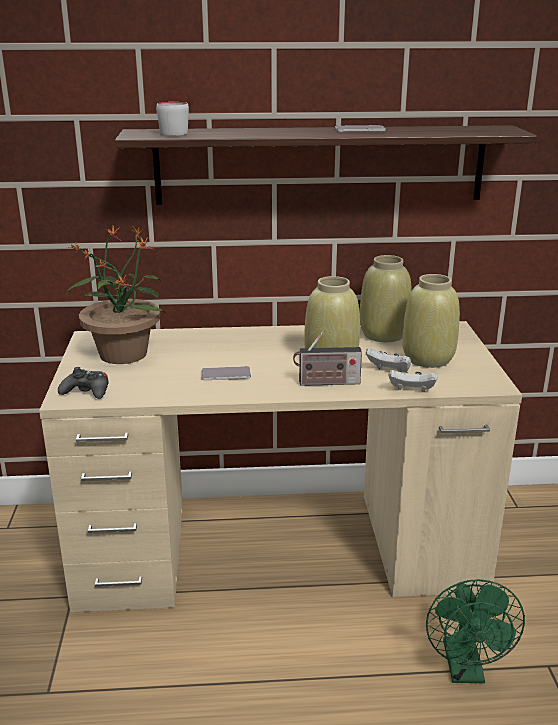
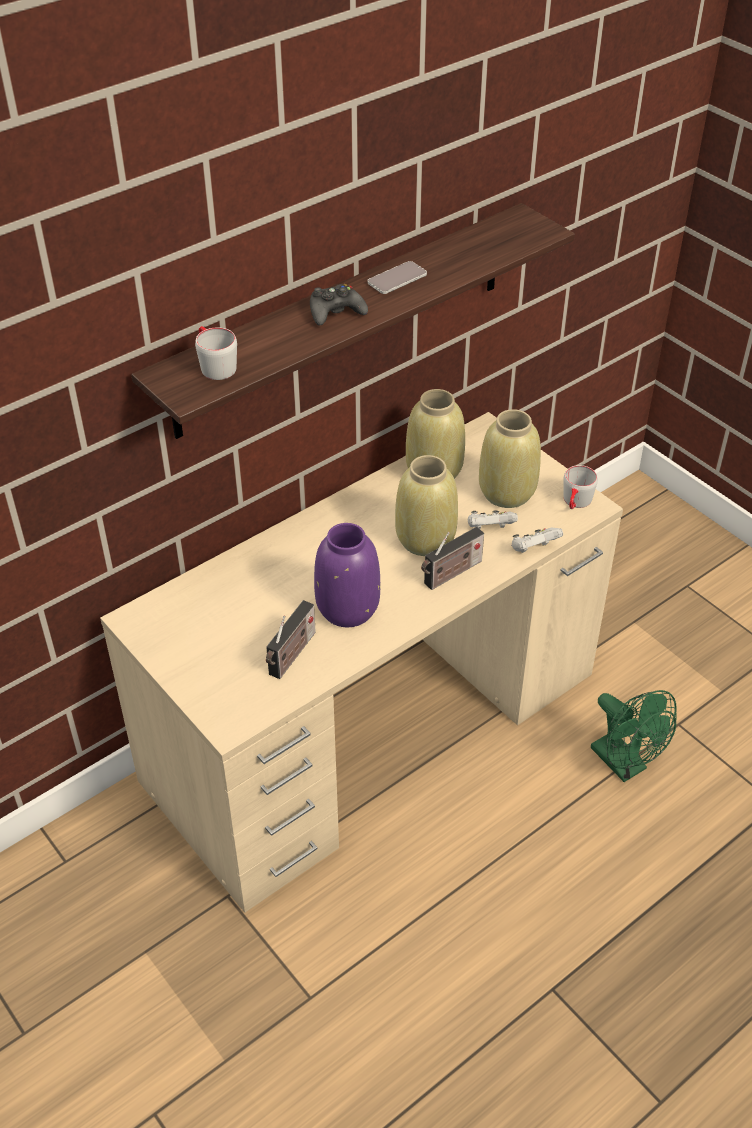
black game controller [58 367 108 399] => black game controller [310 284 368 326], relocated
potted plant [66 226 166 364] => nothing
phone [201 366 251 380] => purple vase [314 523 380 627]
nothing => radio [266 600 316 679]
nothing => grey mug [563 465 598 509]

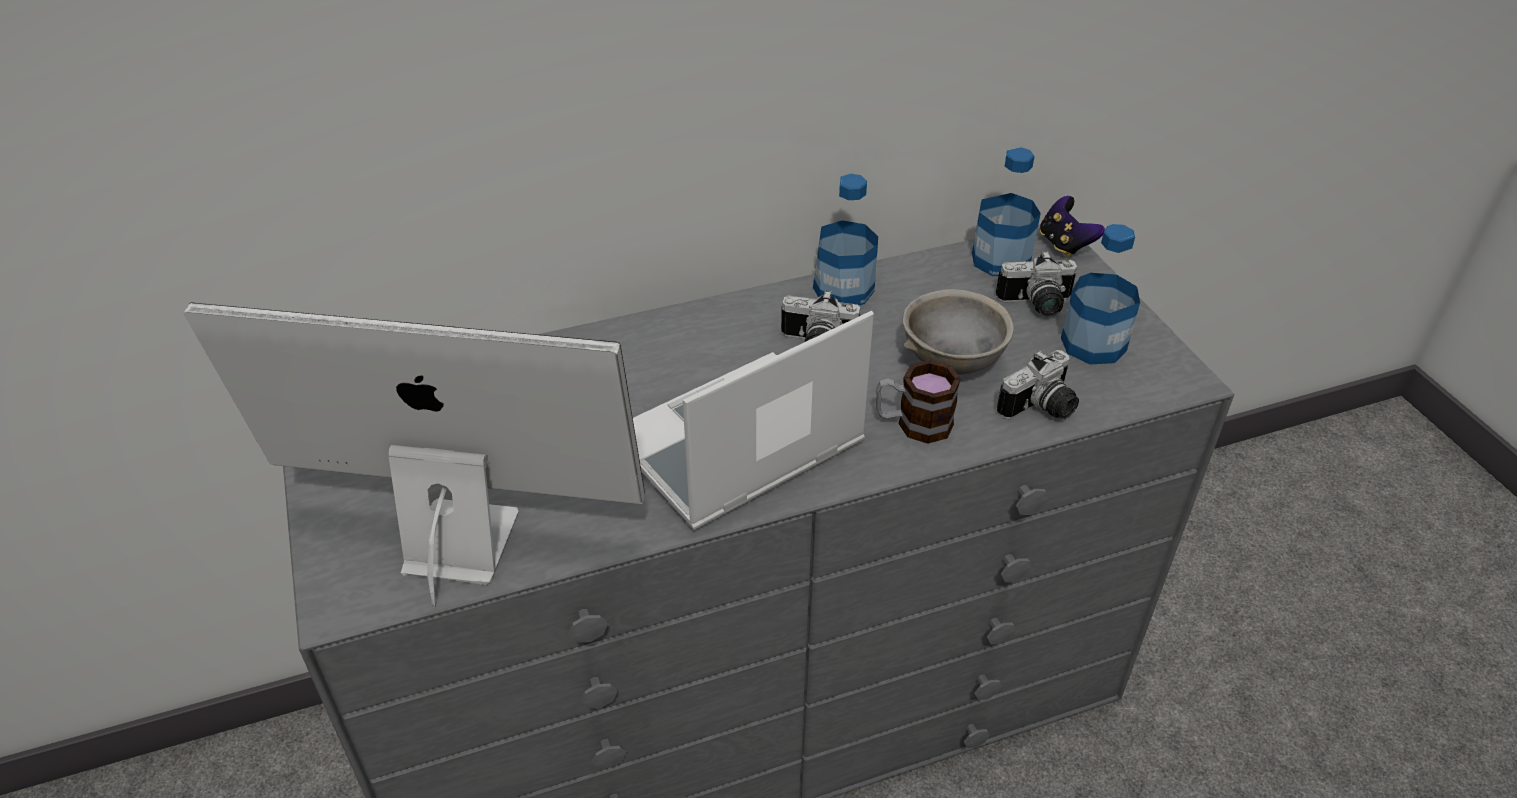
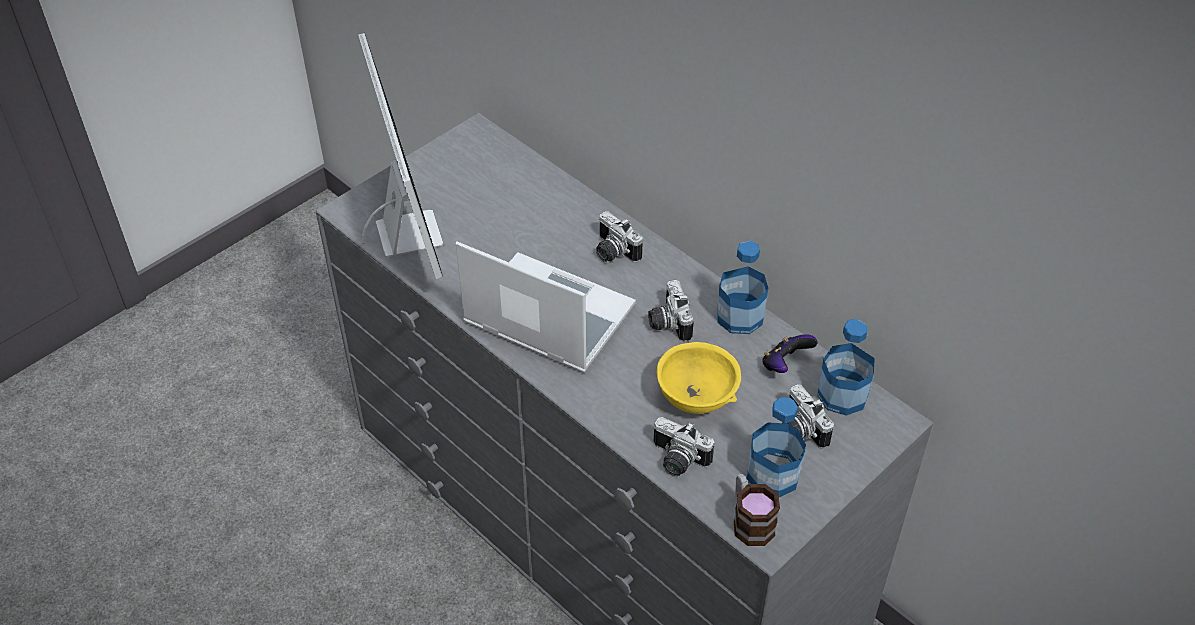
mug [876 360 961 444] => mug [734 474 780 546], relocated
grey bowl [903 289 1014 375] => yellow bowl [657 342 741 414]
game controller [1040 196 1105 257] => game controller [762 334 817 373], relocated
nothing => photo camera [596 211 643 262]

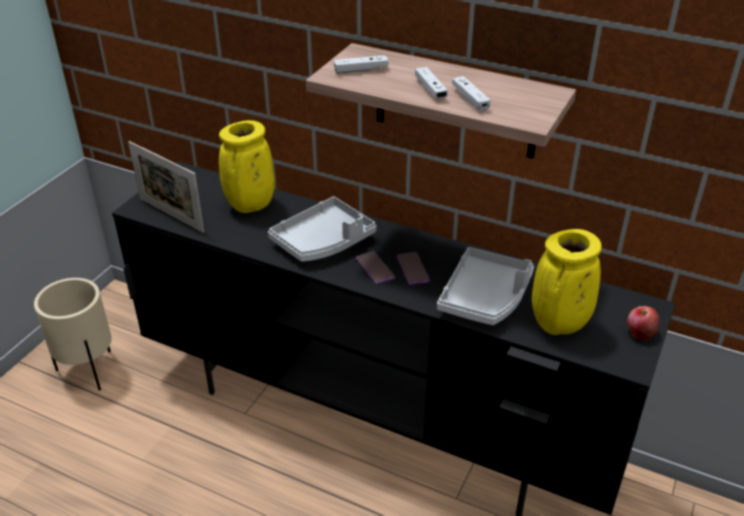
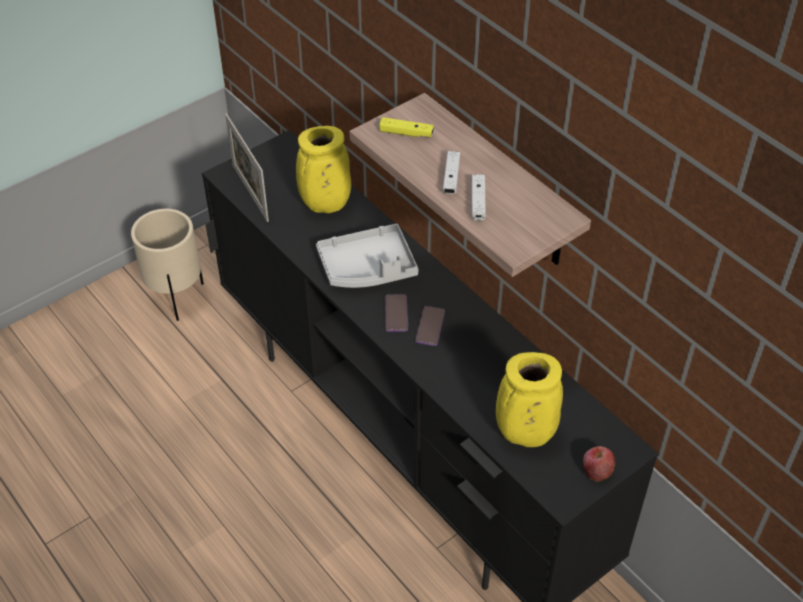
white game controller [334 55 388 74] => yellow game controller [379 117 434 137]
grey tray [437 247 534 325] => nothing

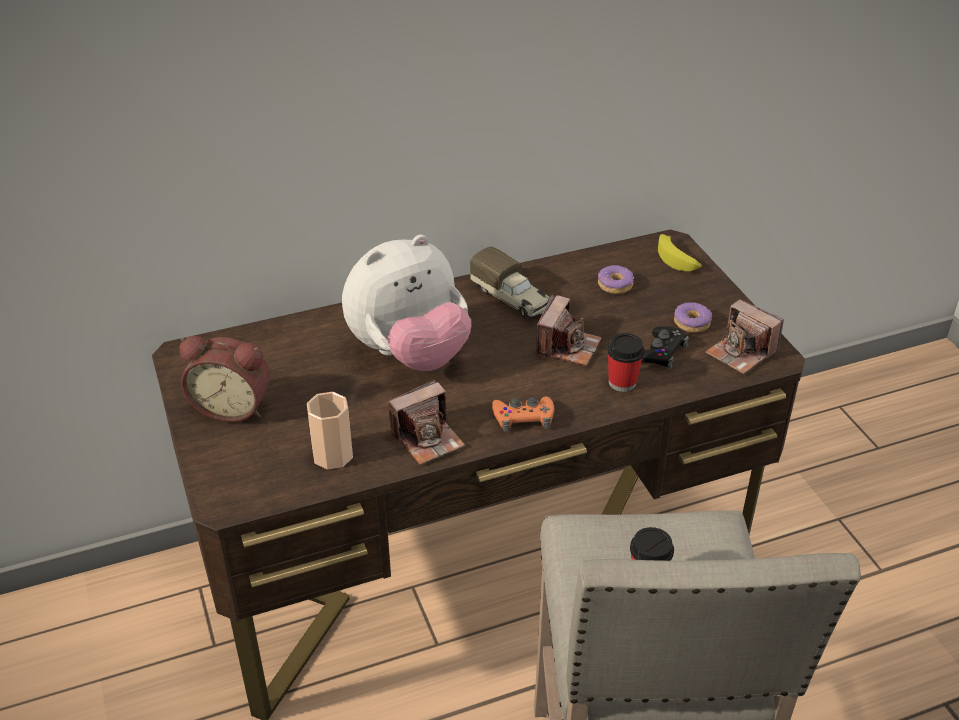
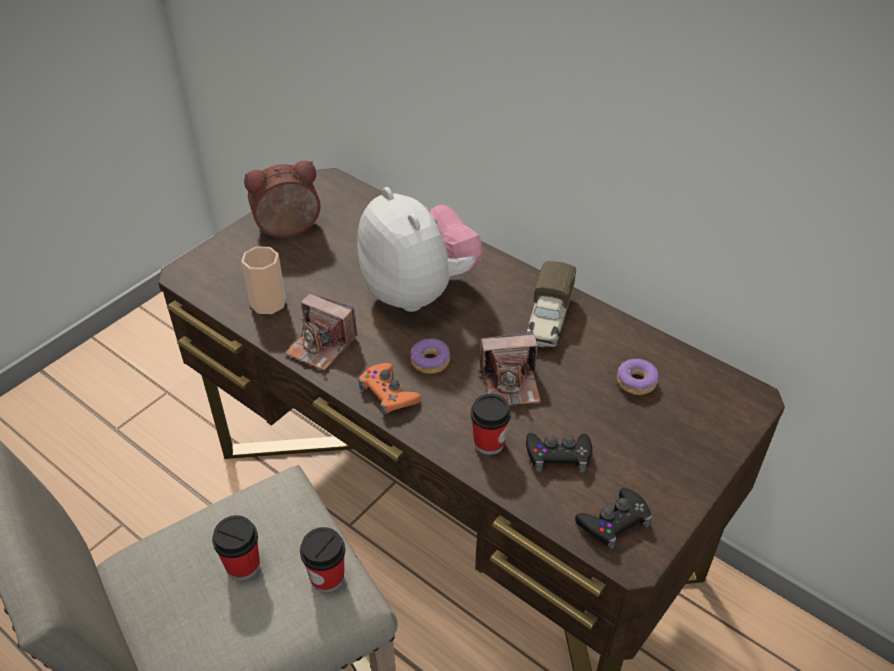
alarm clock [179 336 271 422] => alarm clock [244 161 321 238], 90 degrees clockwise
plush toy [342 235 471 371] => plush toy [357 187 483 312], 150 degrees counterclockwise
banana [658 234 702 271] => nothing
donut [674 302 712 333] => donut [411 339 450 374], relocated
photo camera [705 299 784 374] => black game controller [575 488 652 549]
nothing => cup [300 527 345 593]

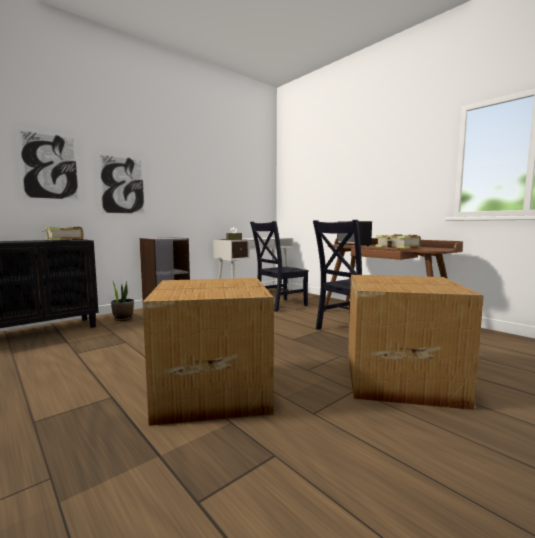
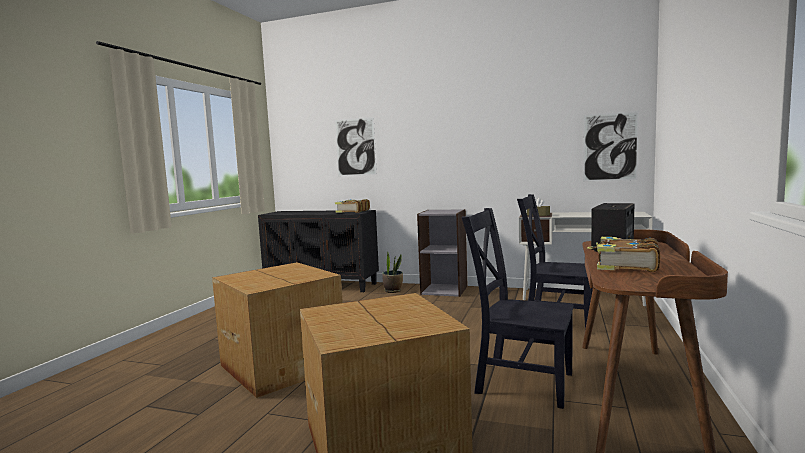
picture [98 153 146 215] => picture [583 111 639 181], relocated

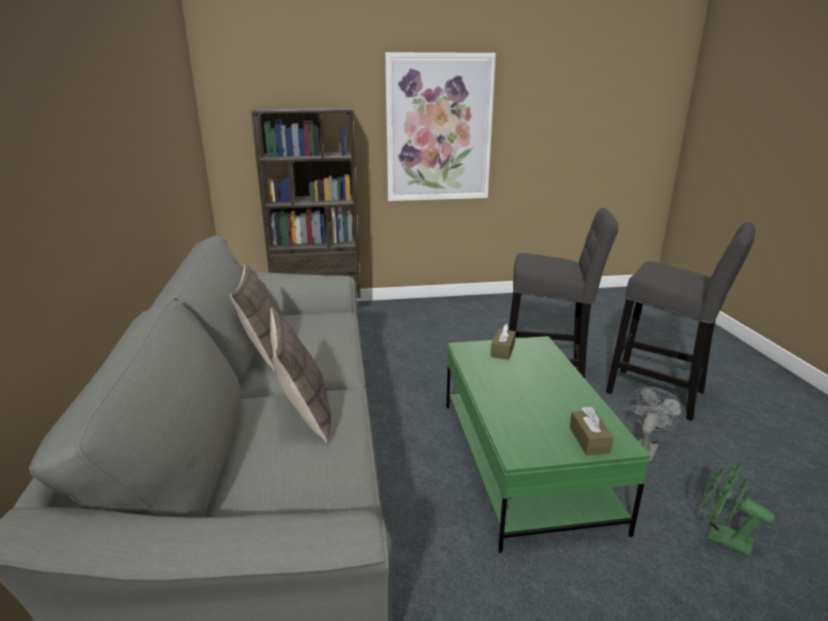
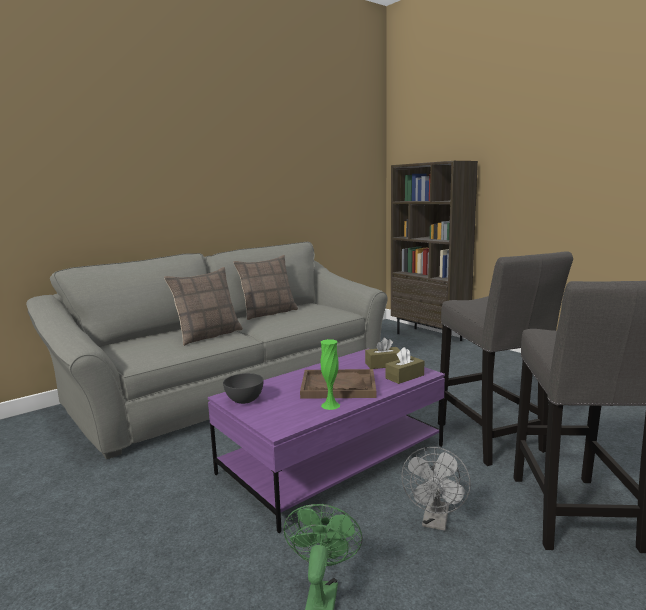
picture [385 52 496 201] => nothing
green coffee table [446 336 650 553] => purple coffee table [208 349 445 533]
brown tissue box [570 406 613 455] => brown tissue box [385 347 424 384], relocated
grey fan [628 387 686 462] => grey fan [401 447 471 531], 105 degrees clockwise
nothing => grey bowl [223 373 264 404]
nothing => brown tray [300 369 376 399]
nothing => green vase [321 339 340 410]

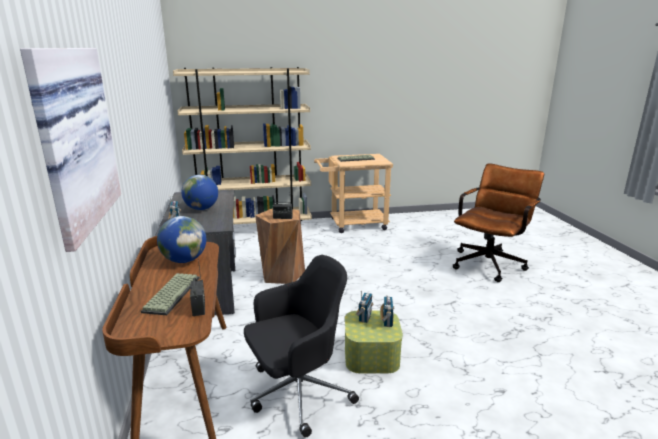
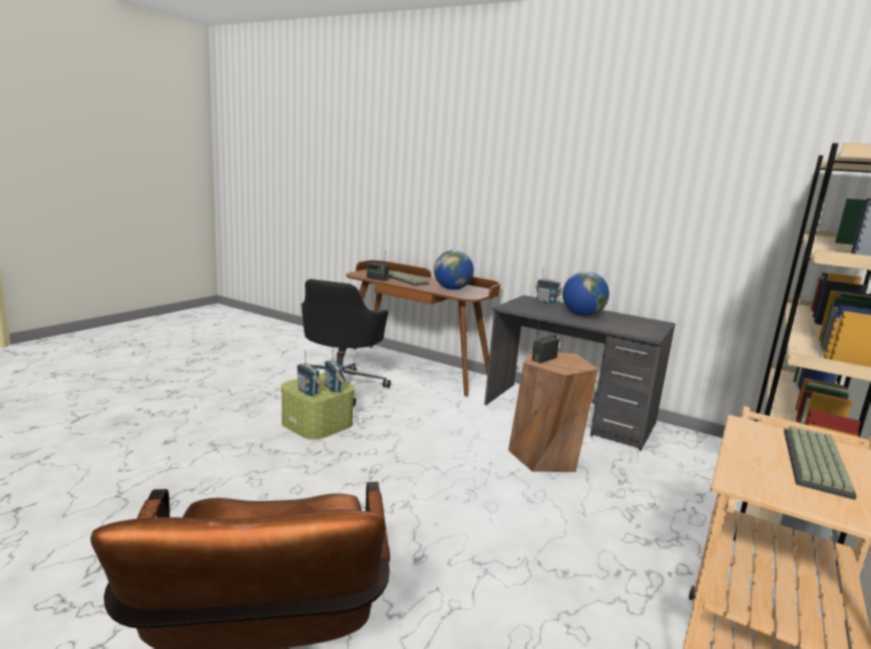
picture [20 48 121 252] => nothing

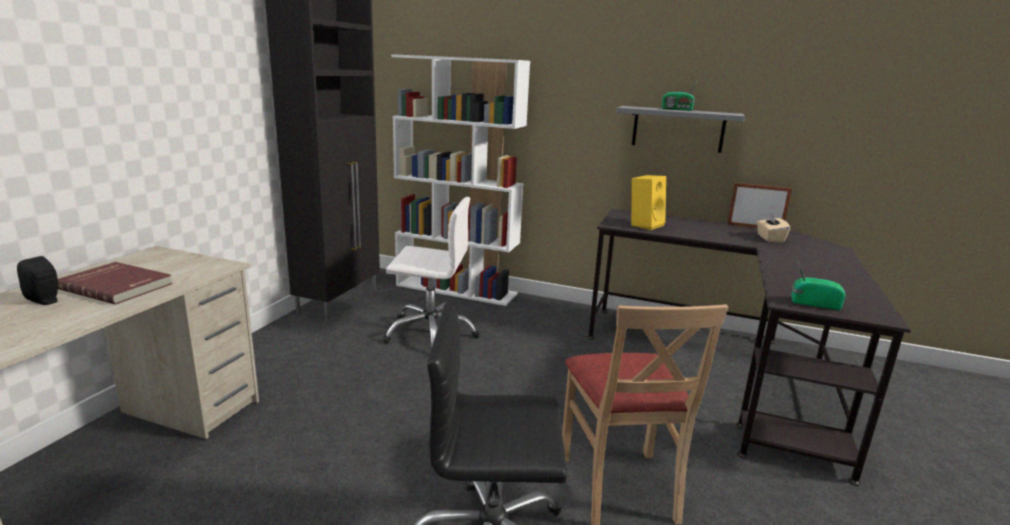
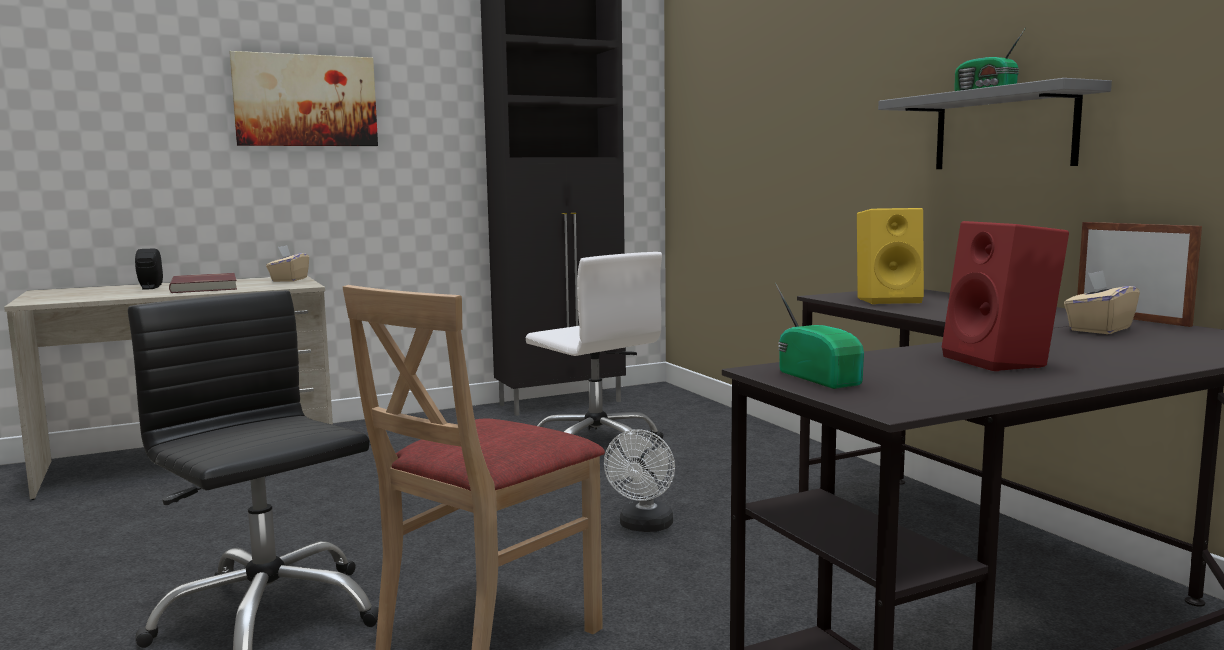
white bookcase [391 54 530 306] => nothing
nothing => picture [229 51 378 146]
nothing => beige tissue box [266 245 309 282]
nothing => white fan [604 429 675 532]
nothing => red speaker [941 221 1069 371]

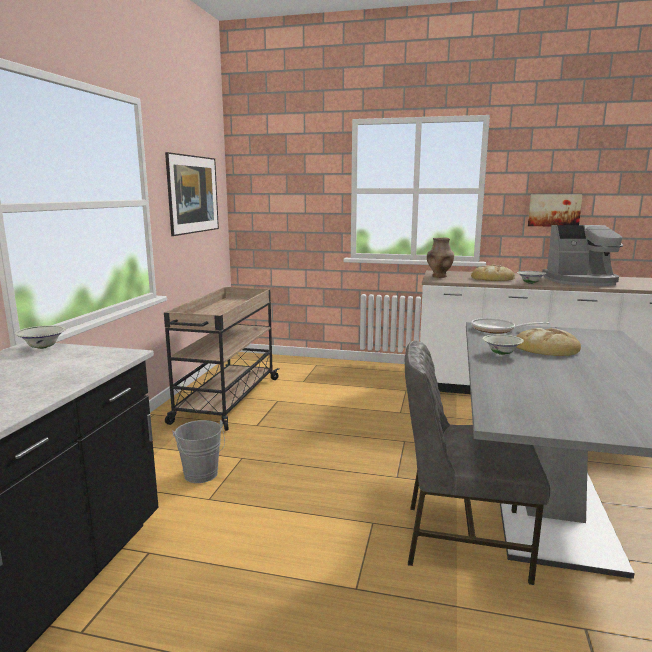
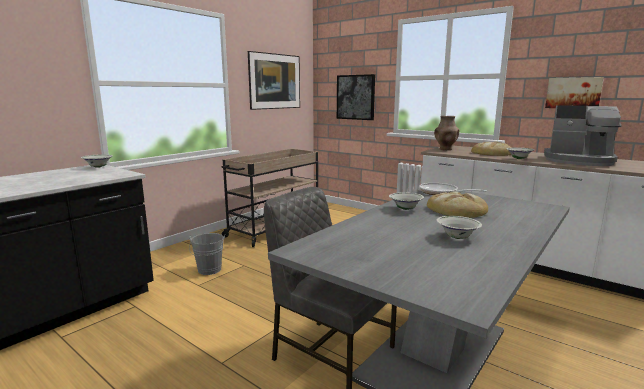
nothing => picture [337 74 375 120]
nothing => white bowl [437 216 482 239]

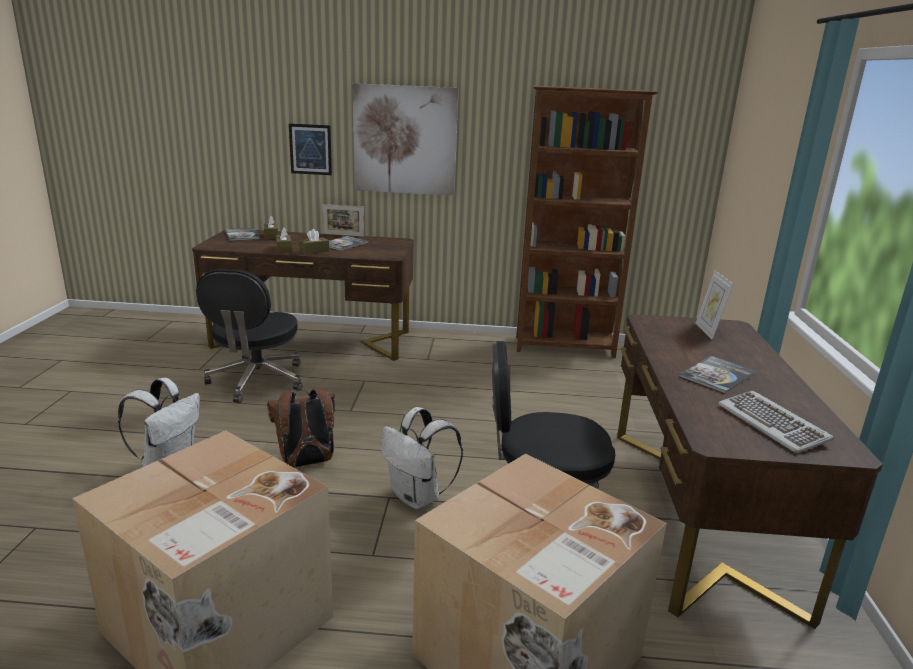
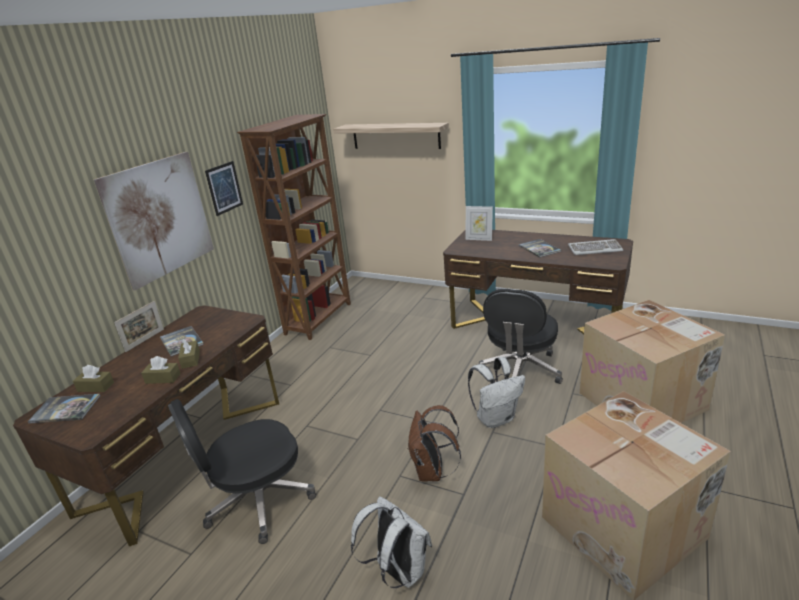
black office chair [196 269 302 403] => black office chair [168 399 316 544], 120 degrees clockwise
picture [289 124 332 175] => picture [205 161 243 216], relocated
nothing => shelf [333 123 449 149]

